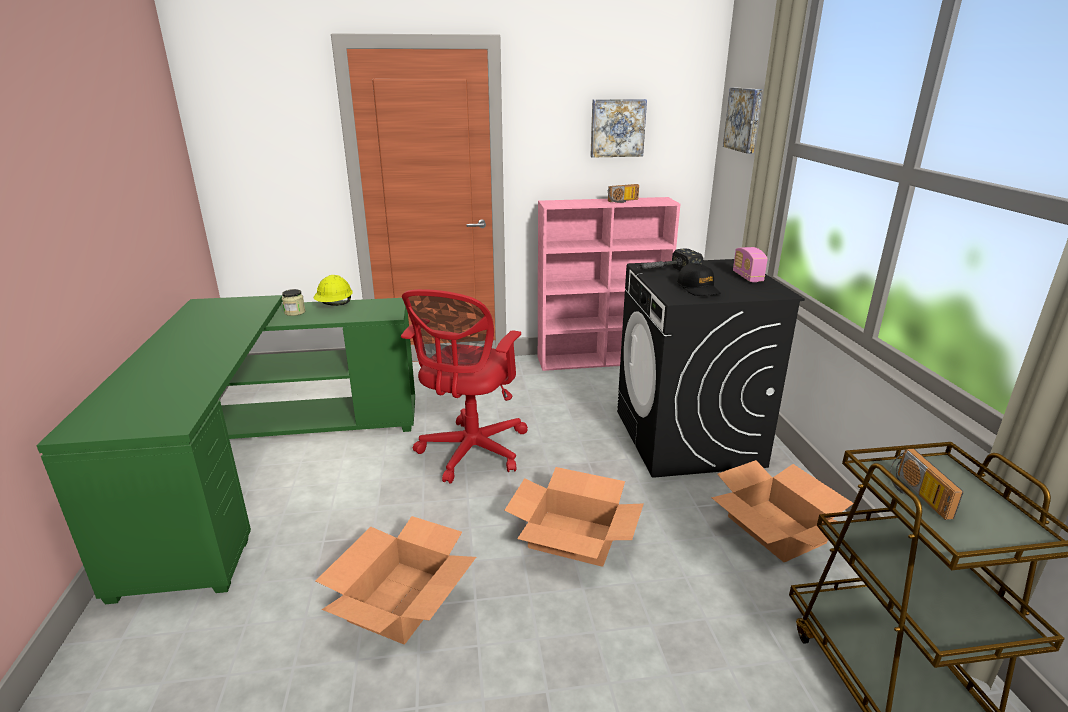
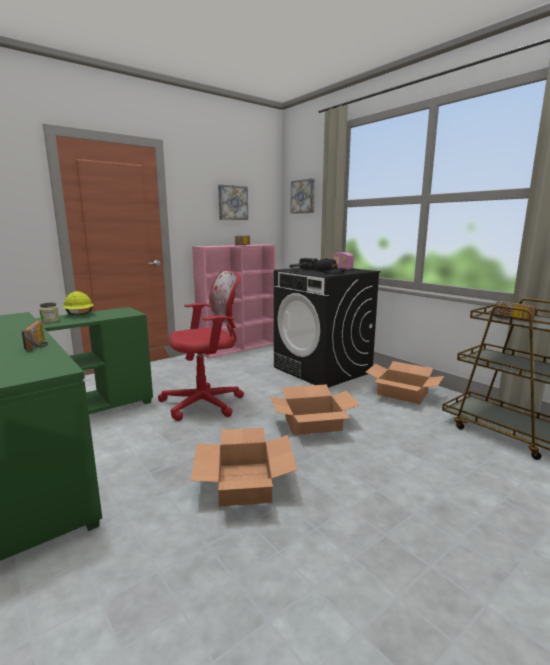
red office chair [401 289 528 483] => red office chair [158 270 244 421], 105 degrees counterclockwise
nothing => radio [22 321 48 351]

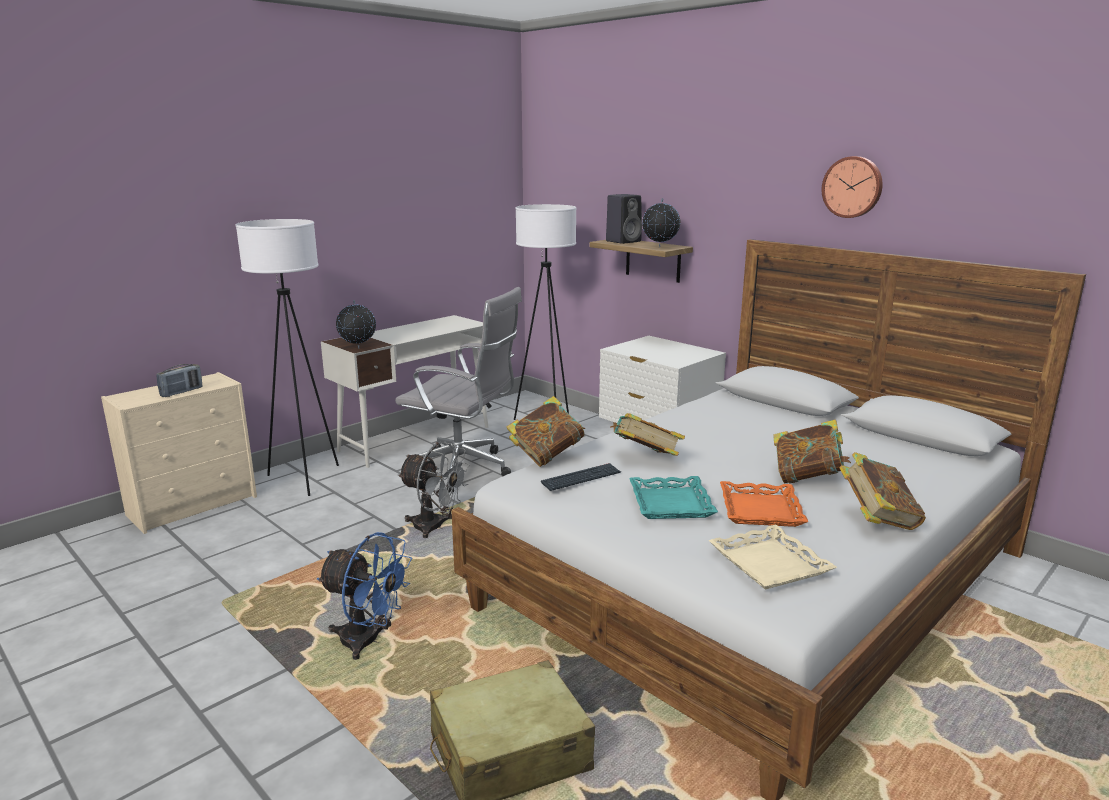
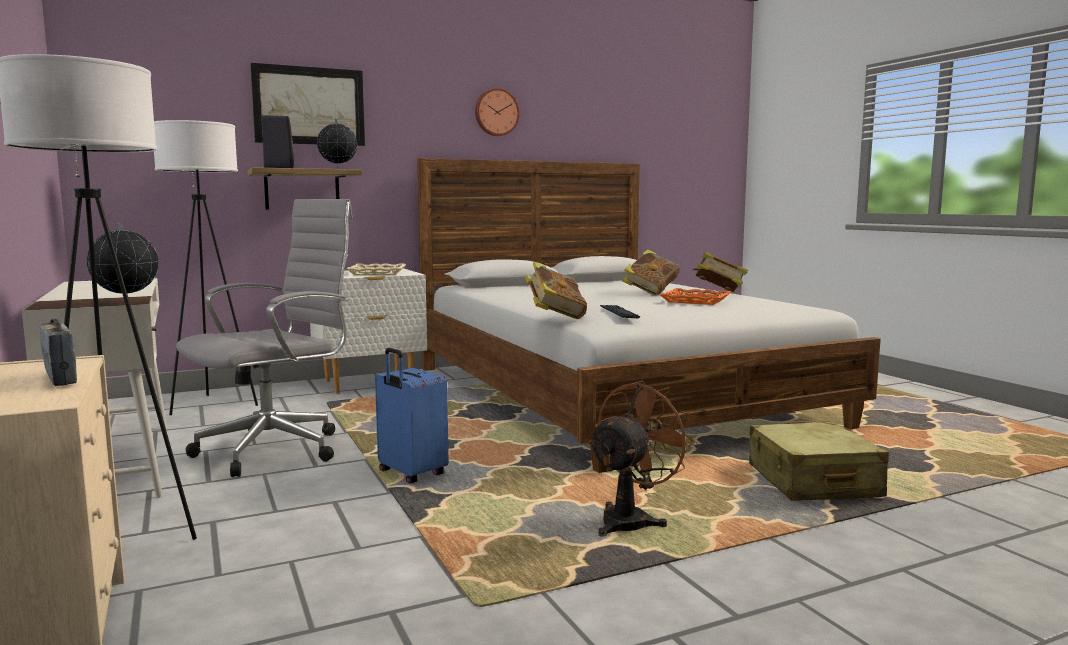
blue fan [316 532 412 660] => brown fan [588 380 696 537]
grey fan [398 441 470 538] => blue suitcase [375 348 449 484]
book [610 413 685 456] => nothing
turquoise tray [629 476 718 519] => nothing
beige tray [708 525 837 589] => beige tray [347 263 406 275], relocated
nothing => picture [250 63 365 146]

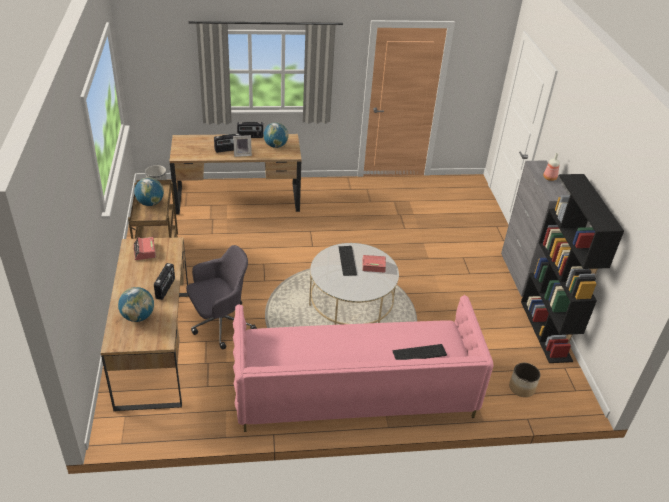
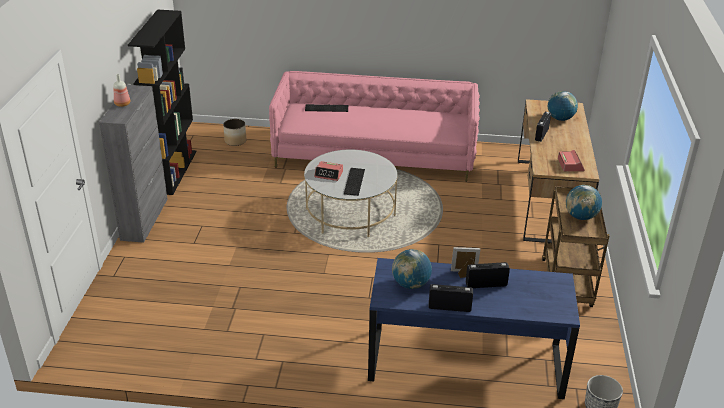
brown desk [169 134 302 215] => blue desk [368 258 580 399]
grey office chair [186 245 257 349] => nothing

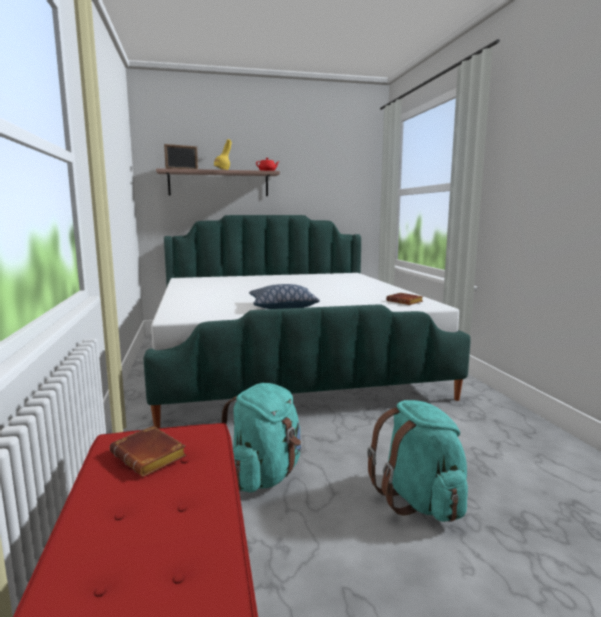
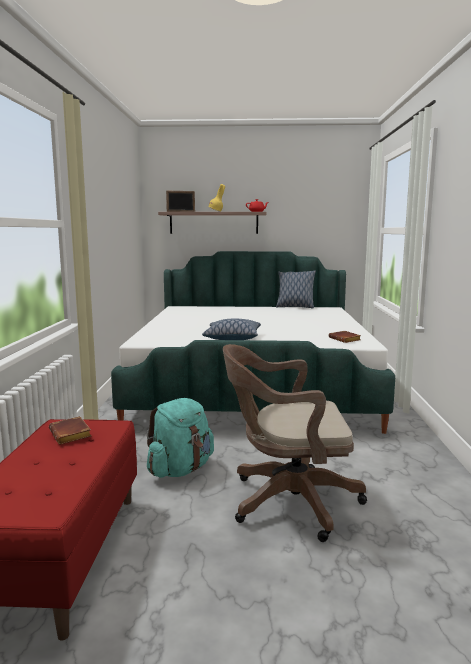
turquoise backpack [367 400 468 522] => brown office chair [223 344 367 542]
nothing => pillow [276 270 316 309]

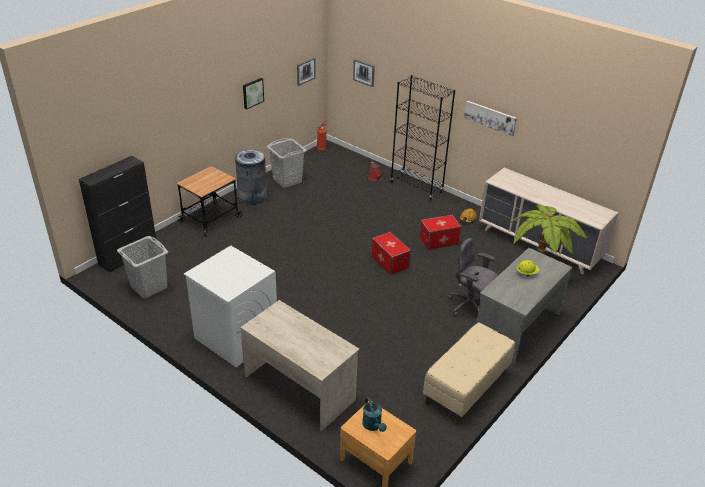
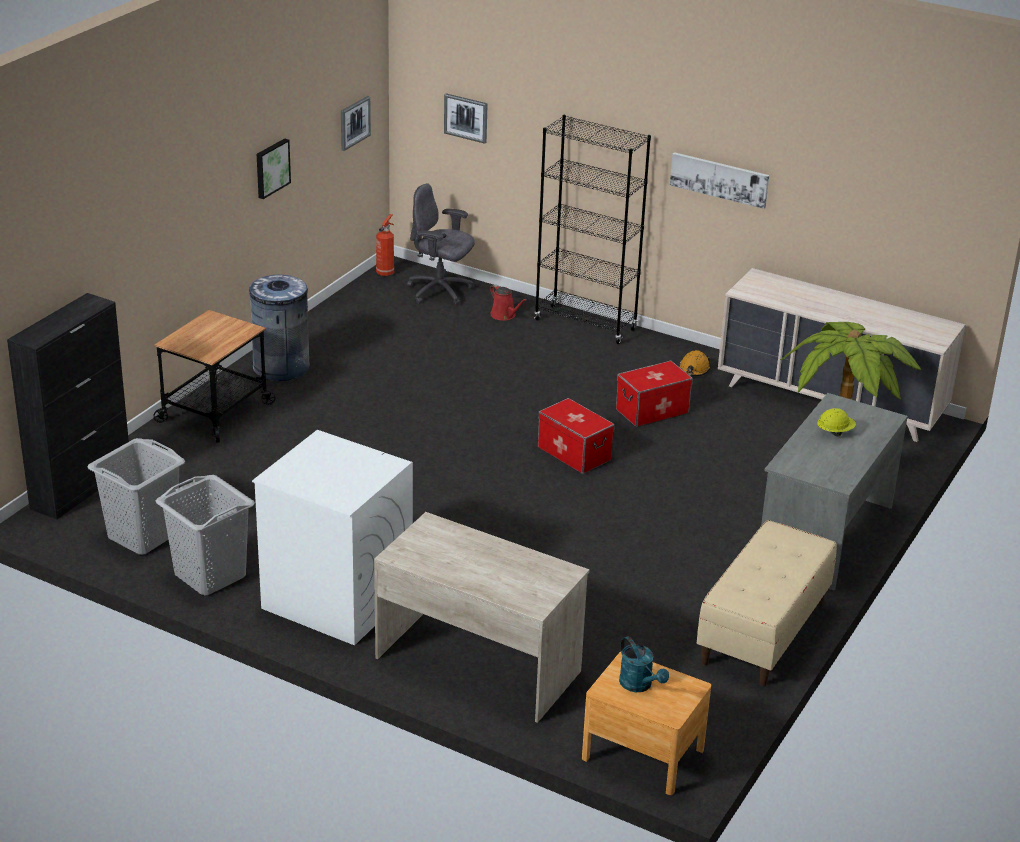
grey laundry basket [267 138 307 188] => grey laundry basket [156 475 255 595], relocated
grey office chair [448 238 498 316] => grey office chair [407 183 475 306], relocated

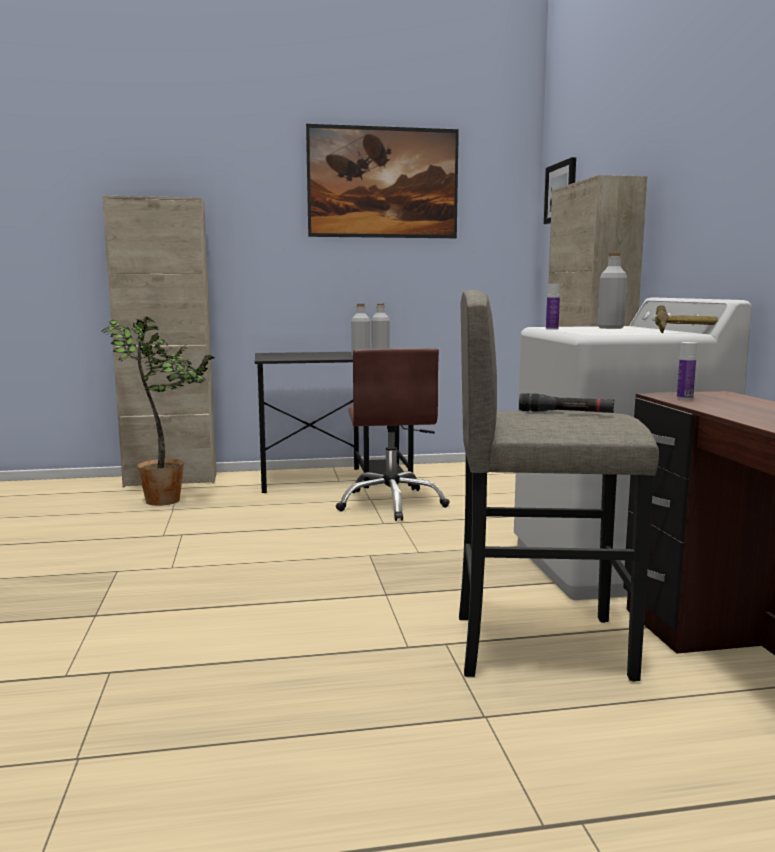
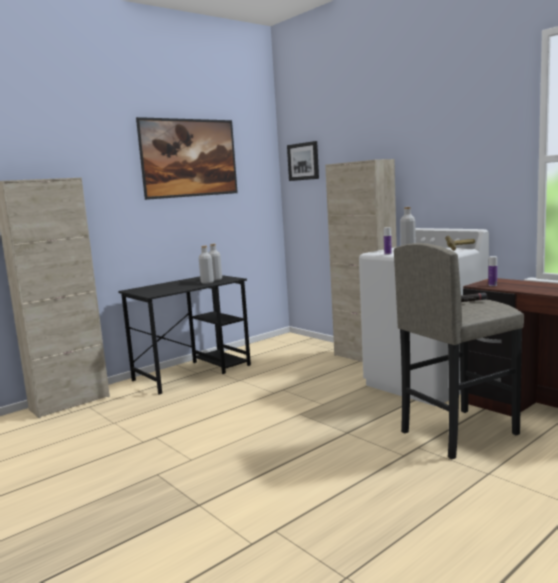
potted plant [101 316 214 506] => nothing
brown office chair [336 348 450 521] => nothing

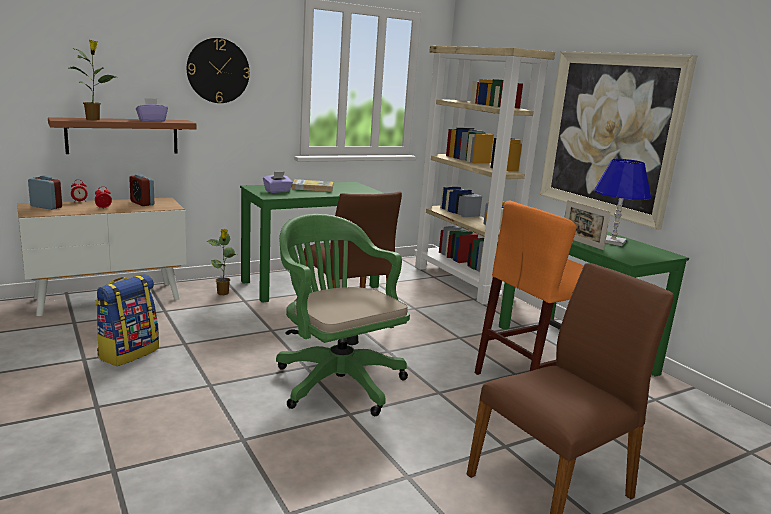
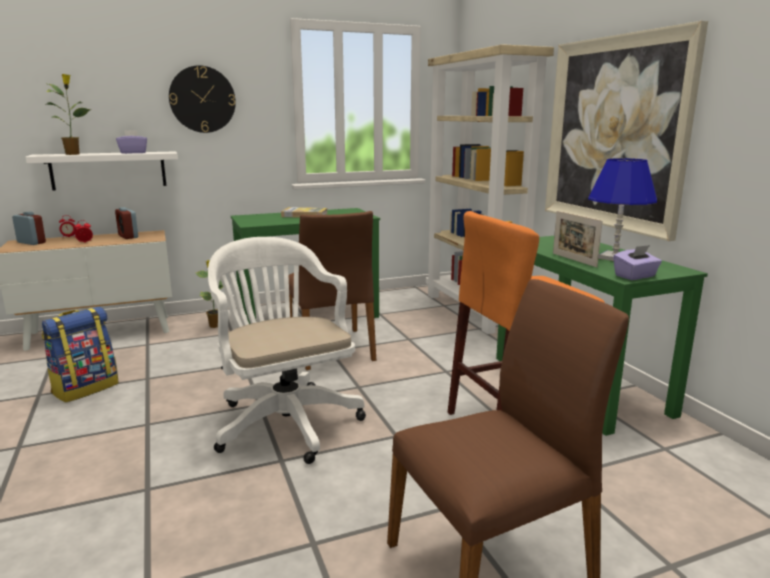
brown shelf [48 117 196 154] => white shelf [26 151 178 191]
purple tissue box [263 172 293 193] => purple tissue box [613 245 662 280], relocated
green office chair [276 214 410 416] => white office chair [208 237 366 464]

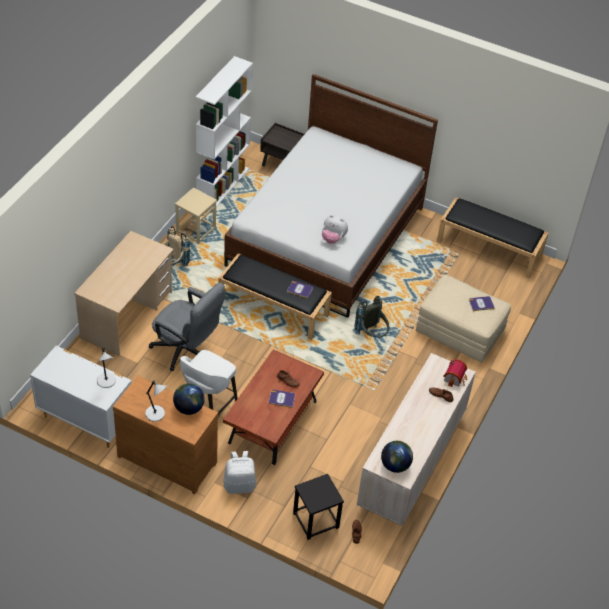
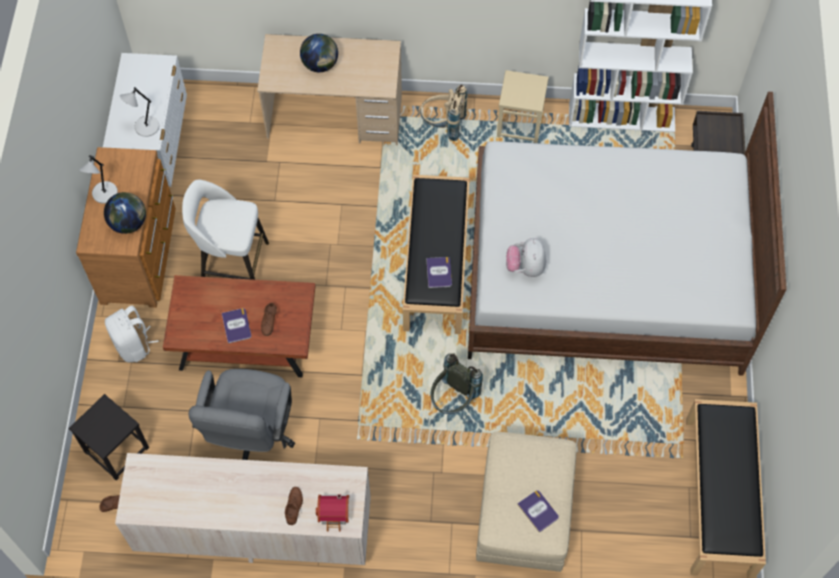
grey office chair [149 283 225 371] => grey office chair [188 369 295 460], relocated
globe [381 441 413 473] => globe [300 34 338 72], relocated

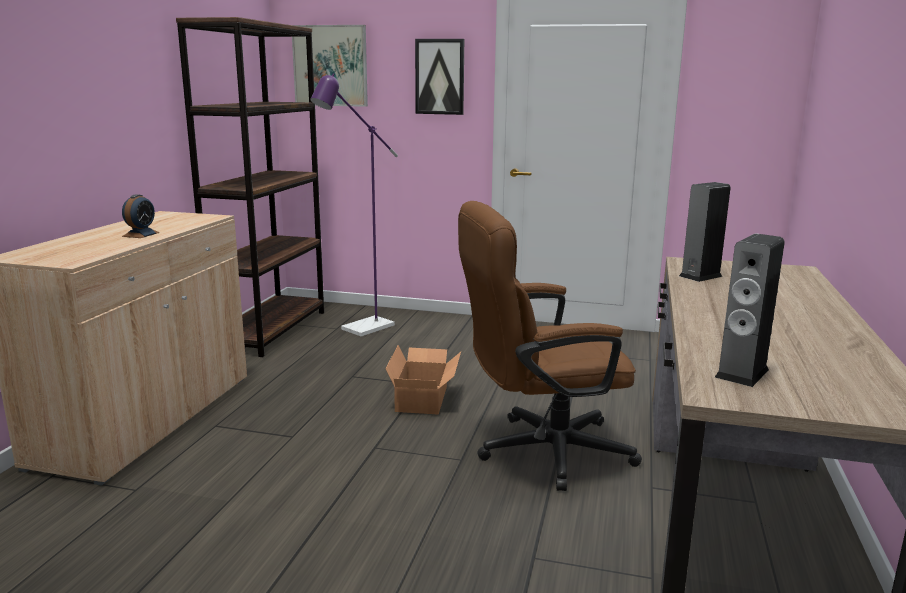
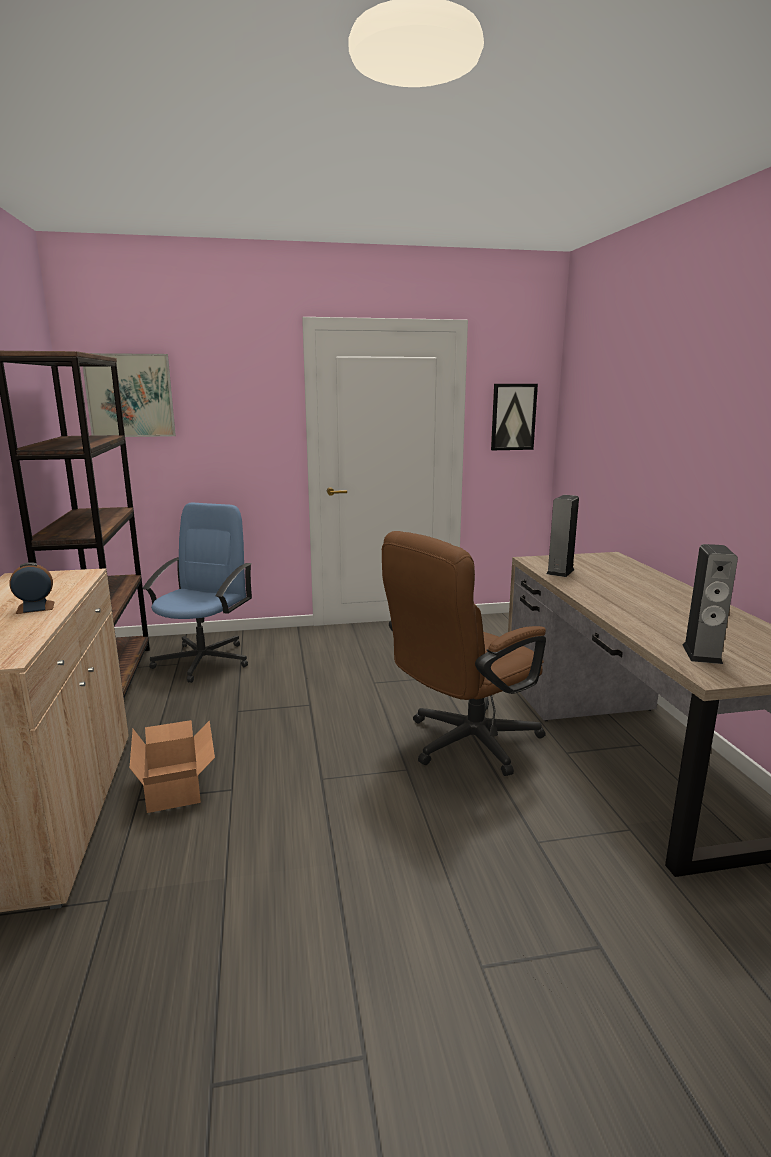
alarm clock [122 194 160 238] => alarm clock [9 562 55 614], 105 degrees counterclockwise
purple floor lamp [310 73 398 336] => blue office chair [143 502 252 683]
cardboard box [385 345 461 415] => cardboard box [130 720 215 813], relocated
picture [415 39 464 115] => picture [491 384 538 450], relocated

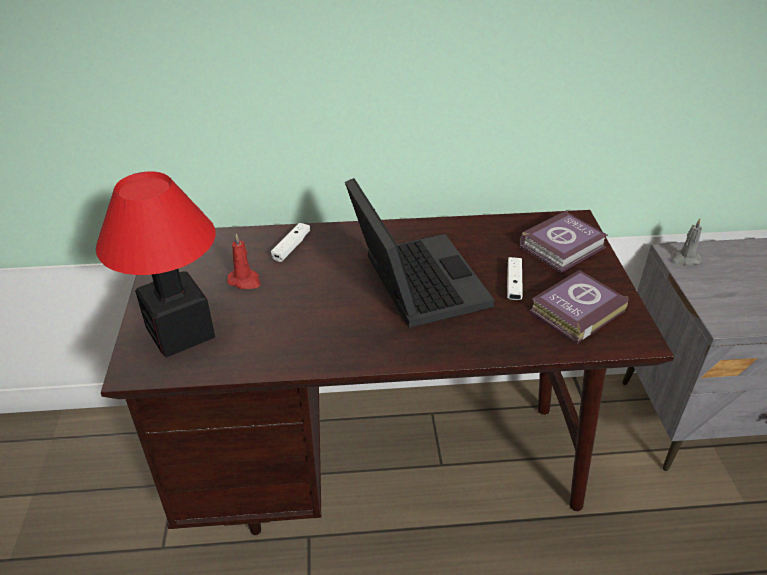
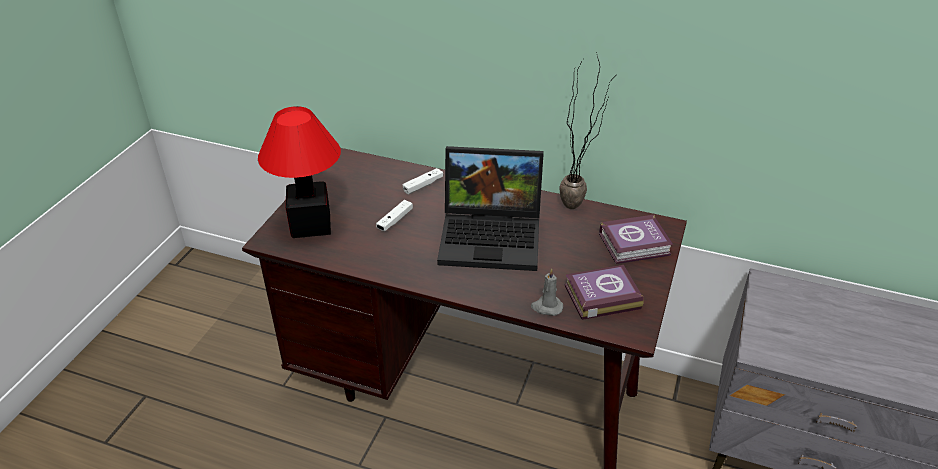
red candle [227 233 261 289] => nothing
laptop [345 178 495 328] => laptop [437 146 544 271], 90 degrees clockwise
white game controller [507 257 523 300] => white game controller [376 200 413 231], relocated
grey candle [671 219 702 266] => grey candle [531 268 563 316], relocated
nothing => potted plant [559 52 611 209]

